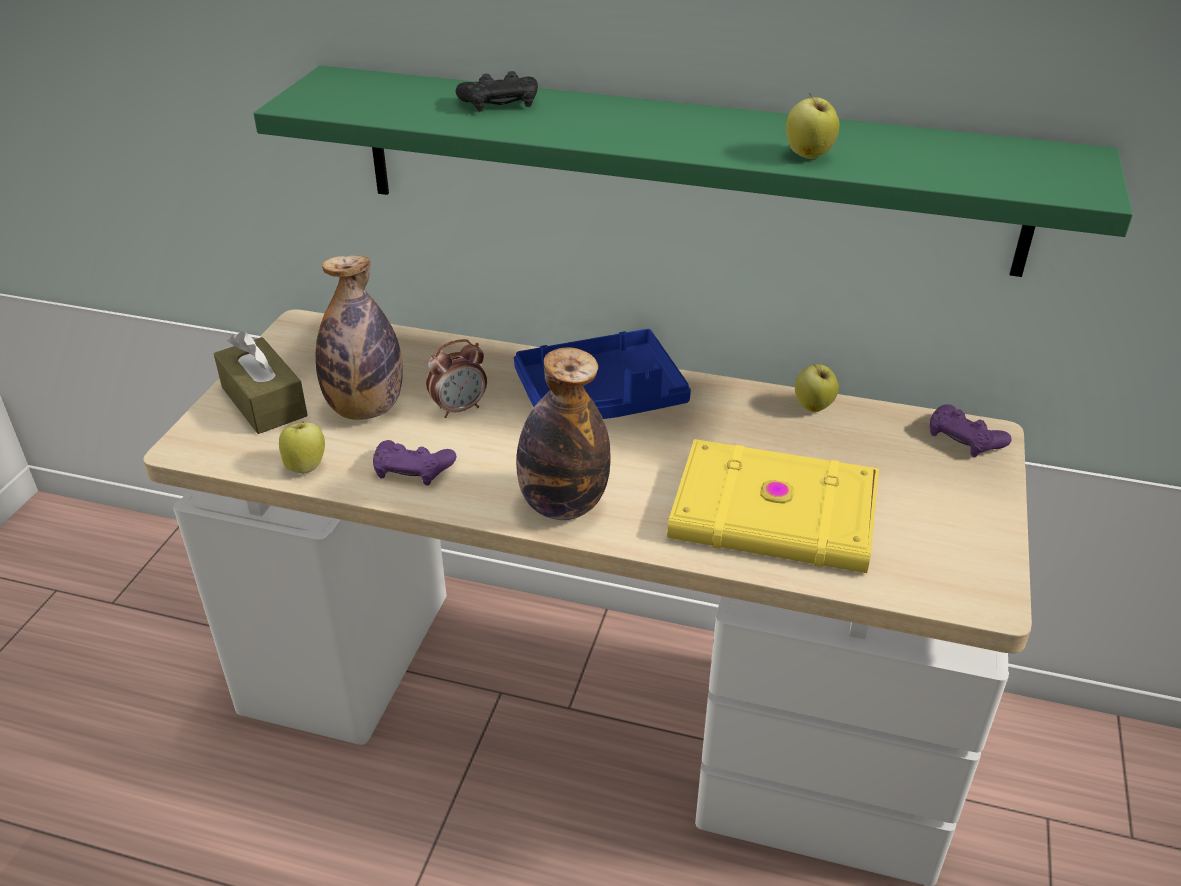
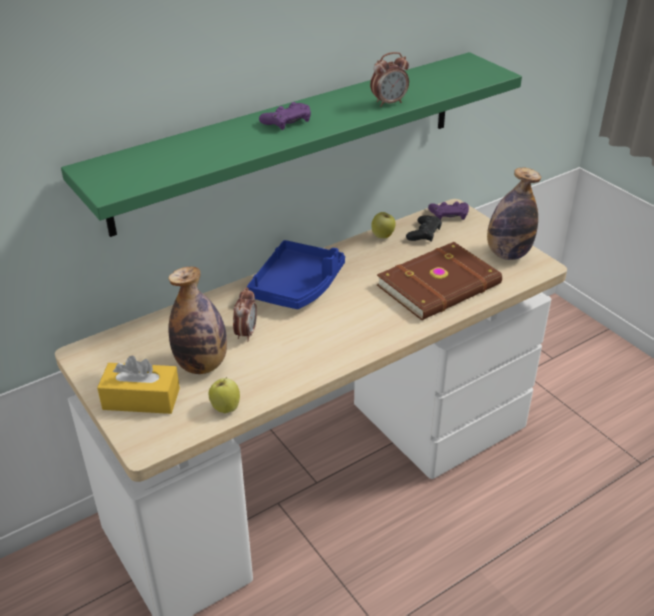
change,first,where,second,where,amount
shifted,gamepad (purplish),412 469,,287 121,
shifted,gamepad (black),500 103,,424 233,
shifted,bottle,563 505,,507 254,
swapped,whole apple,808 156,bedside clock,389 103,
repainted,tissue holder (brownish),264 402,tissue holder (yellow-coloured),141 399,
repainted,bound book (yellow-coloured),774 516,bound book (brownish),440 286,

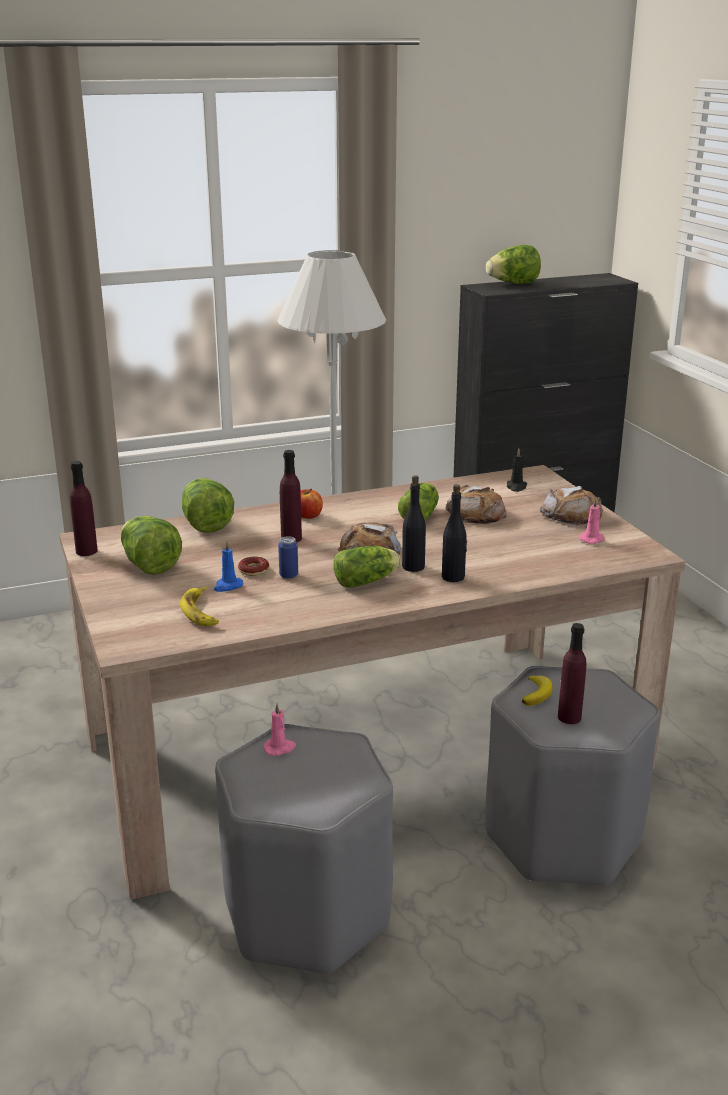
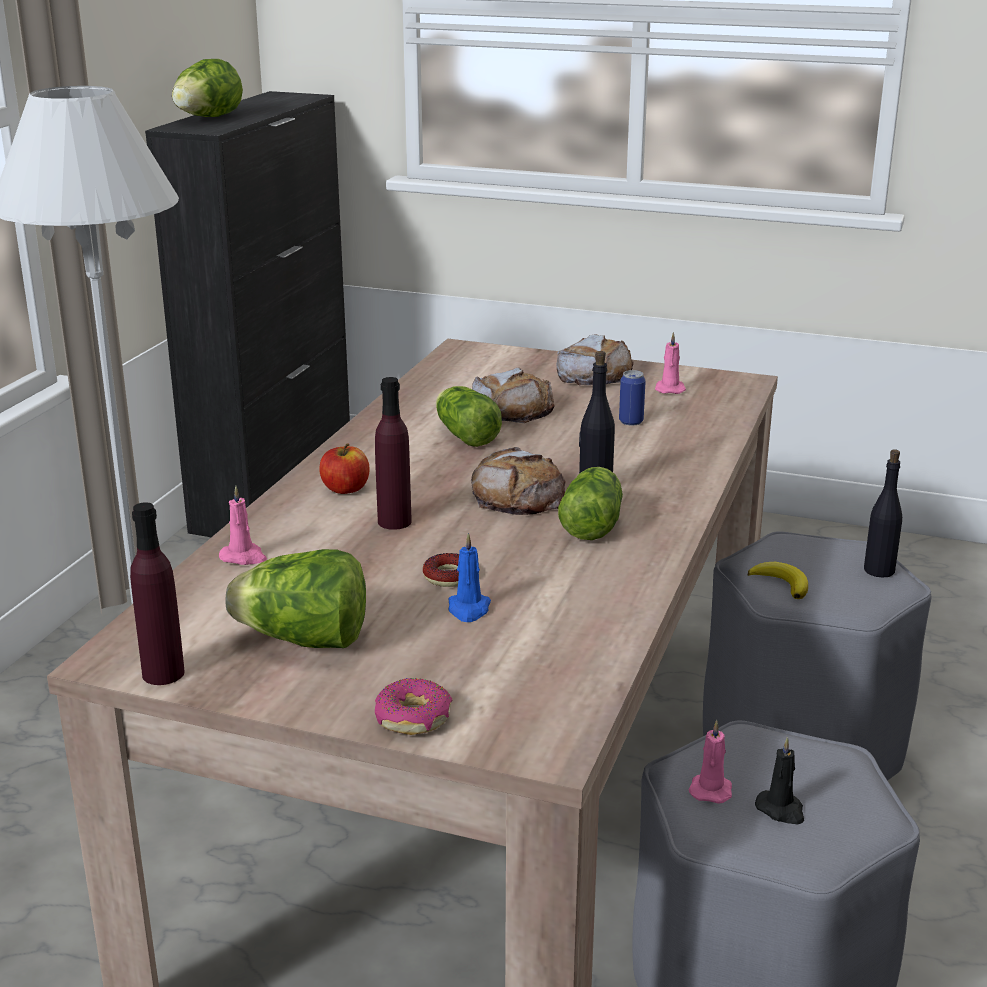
change,first,where,second,where,amount
gone,whole banana,201 612,,,
gone,bottle (purplish),569 717,,,
new,,,donut,414 718,
shifted,metal can,288 575,,631 421,
shifted,bottle (black),453 577,,879 570,
shifted,candle (black),516 487,,781 810,
swapped,lettuce head,205 524,candle (pinkish),244 557,

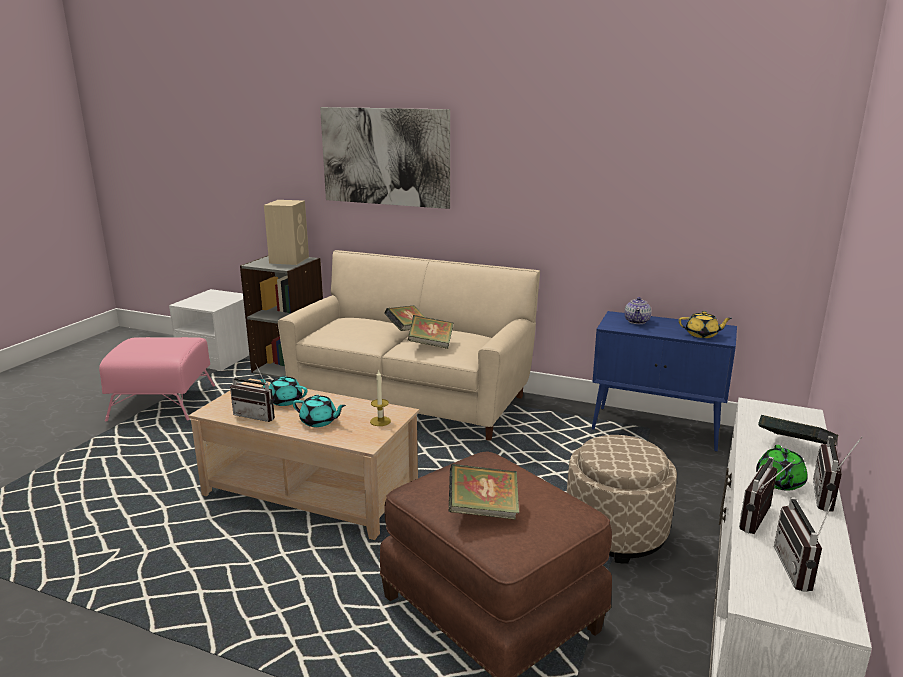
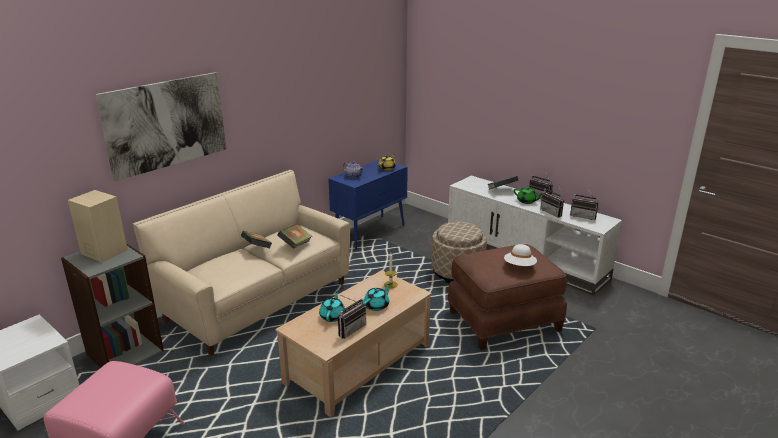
change,first,where,second,where,amount
swapped,bound book,483 511,hat (white-coloured),519 266,
rotated,teapot (turquoise),284 401,,333 316,150 degrees clockwise

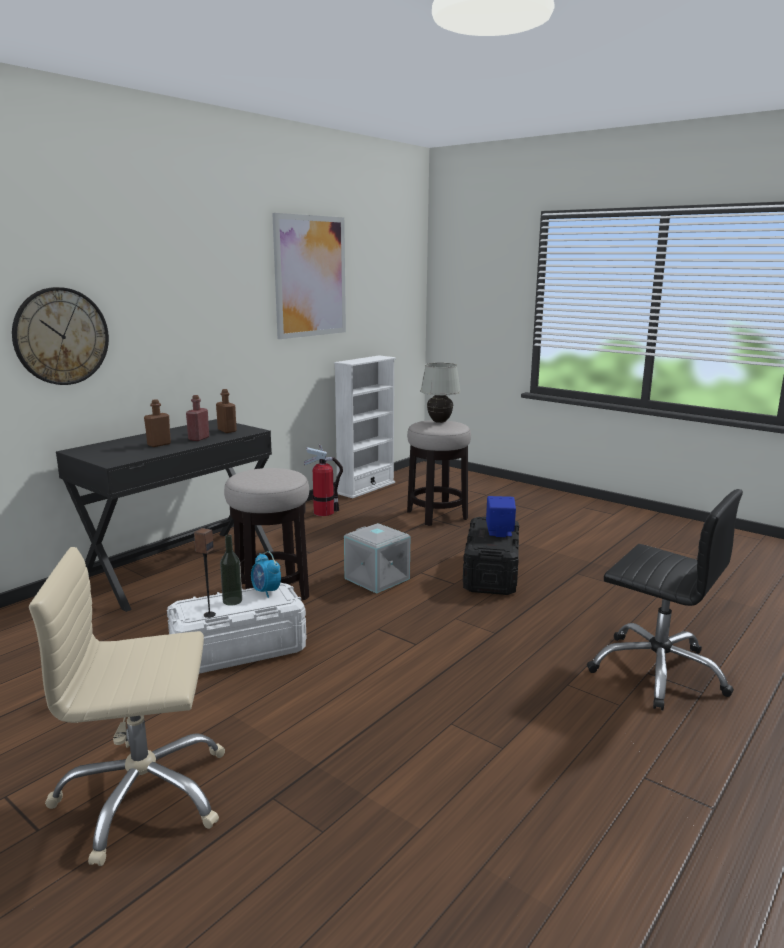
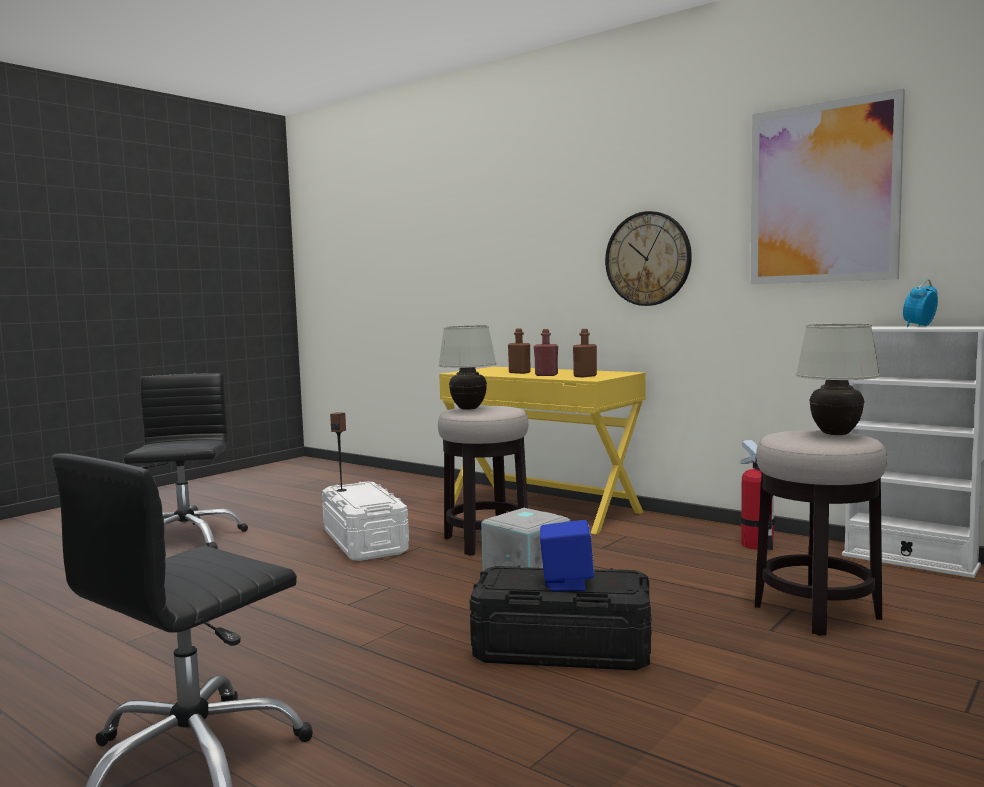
change,first,where,second,where,amount
gone,bottle,232 601,,,
new,,,lamp for a table (white-coloured),468 409,
shifted,wall clock,61 336,,648 259,
shifted,bedside clock,266 592,,919 326,
repainted,computer chair (sand-coloured),143 796,computer chair (black),185 539,
repainted,desk (black),180 567,desk (yellow-coloured),543 508,

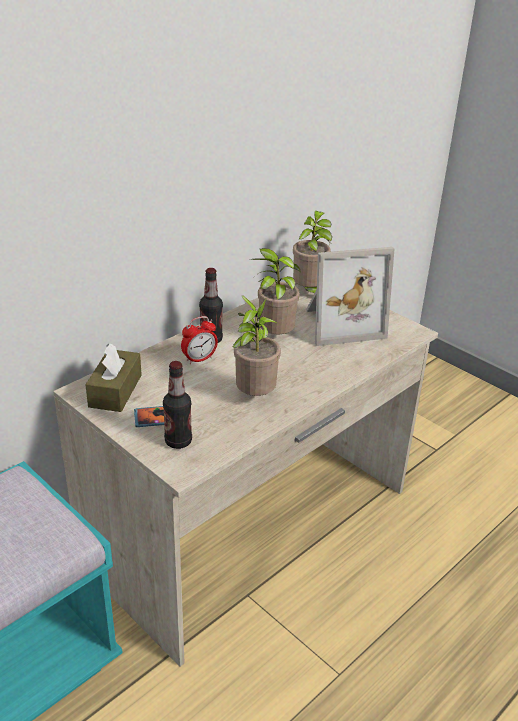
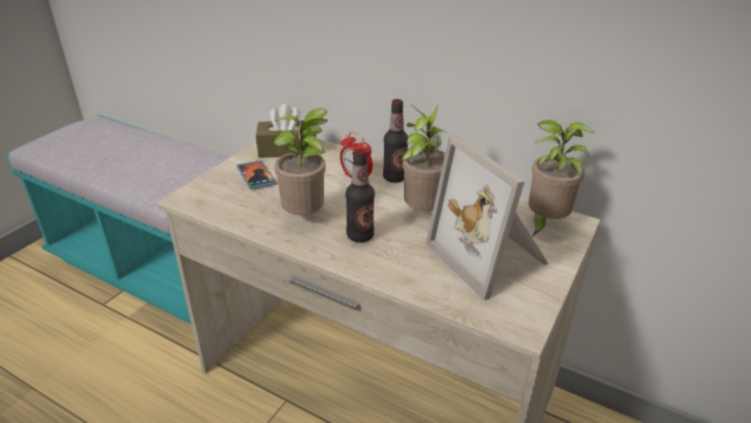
change,first,where,second,where,amount
shifted,bottle,178 441,,360 236,

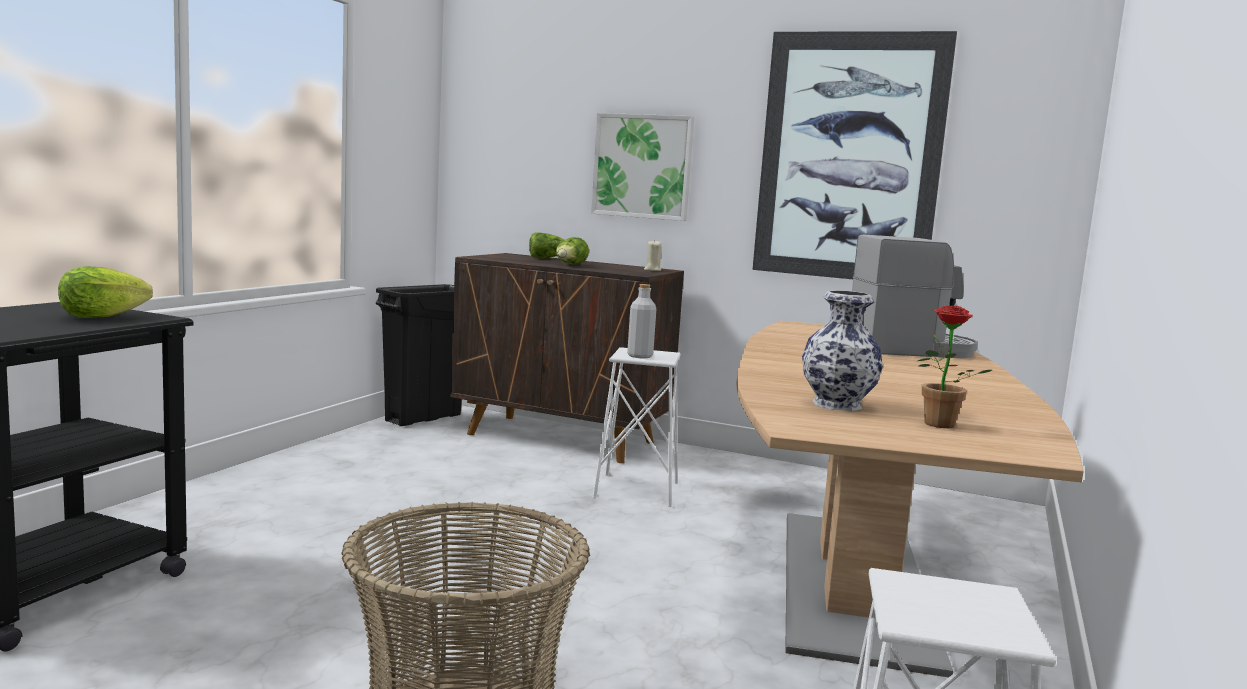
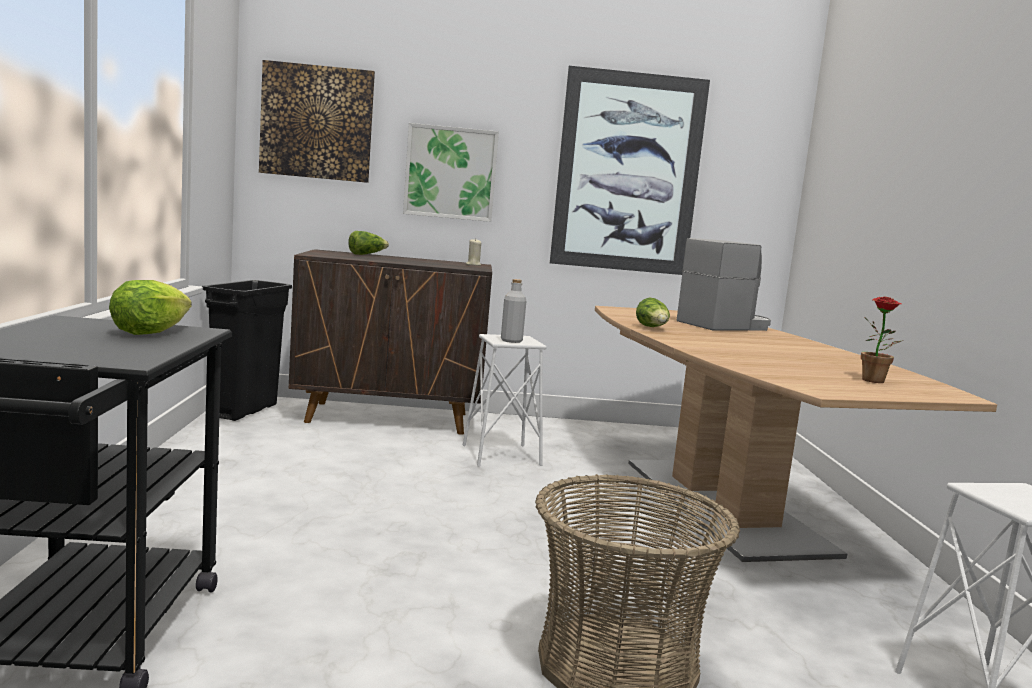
change,first,where,second,where,amount
gone,decorative vase,836 404,,,
new,,,wall picture,317 122,
shifted,lettuce head,570 265,,653 328,

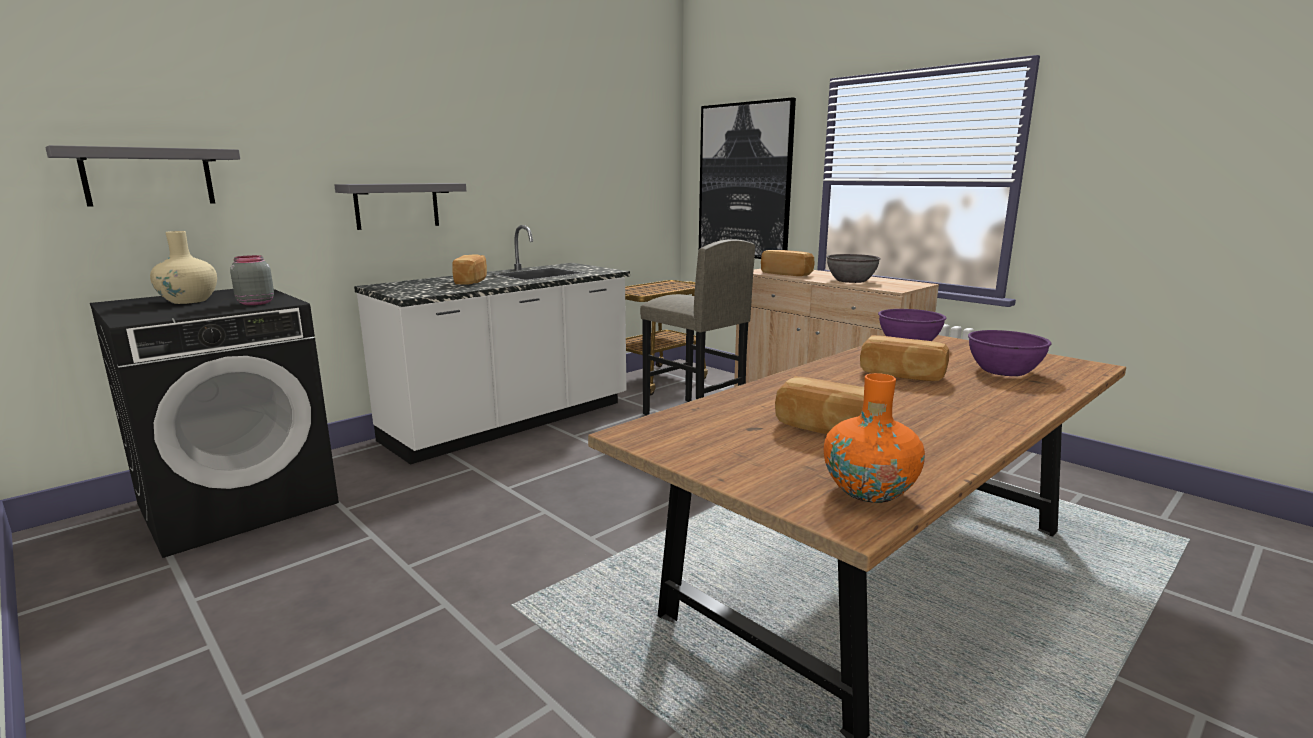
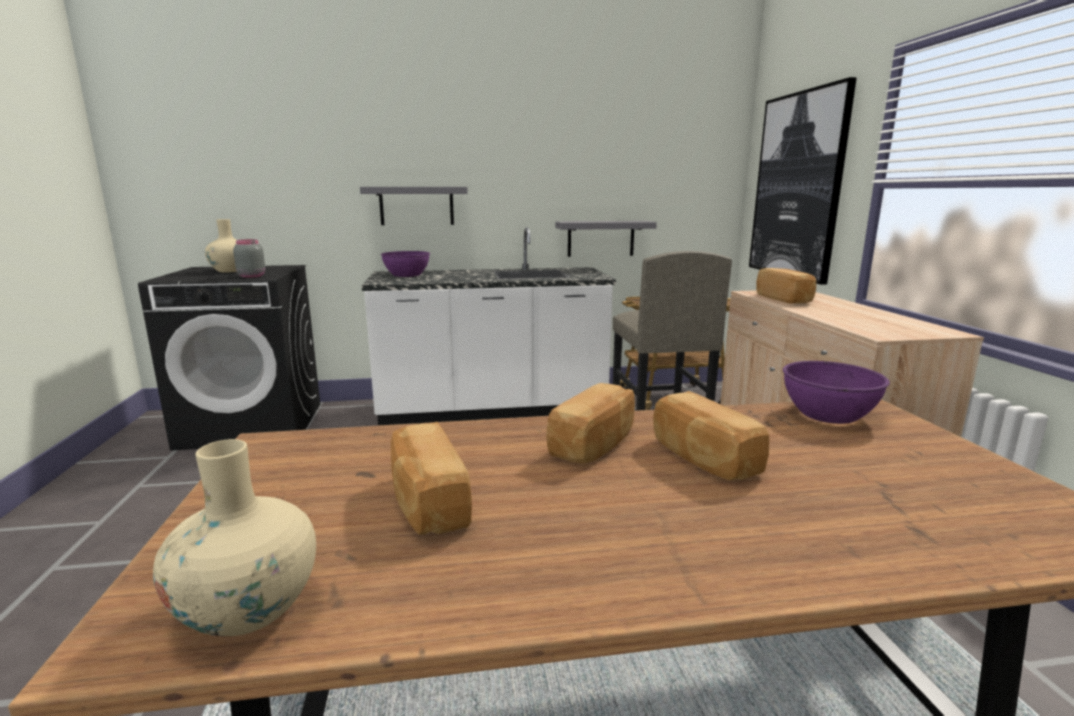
change,first,where,second,where,amount
gone,serving bowl (gray),851 280,,,
shifted,wall shelf (gray),148 177,,601 238,
shifted,baked bread,472 281,,595 444,
shifted,serving bowl (purplish),1004 371,,406 275,
repainted,decorative vase (orange-coloured),869 490,decorative vase (sand-coloured),248 608,

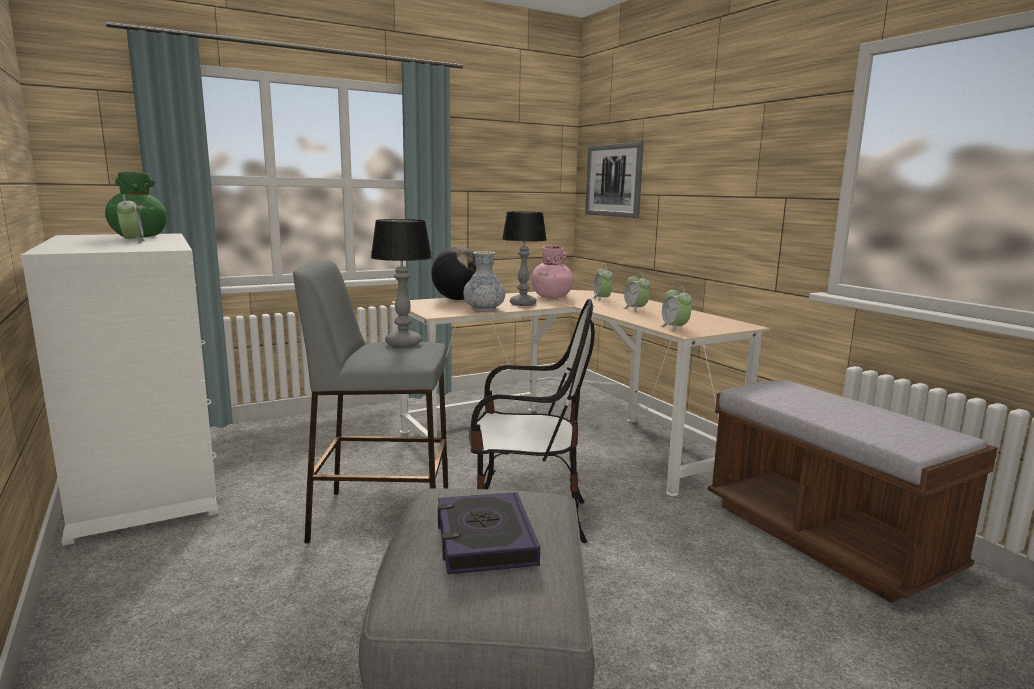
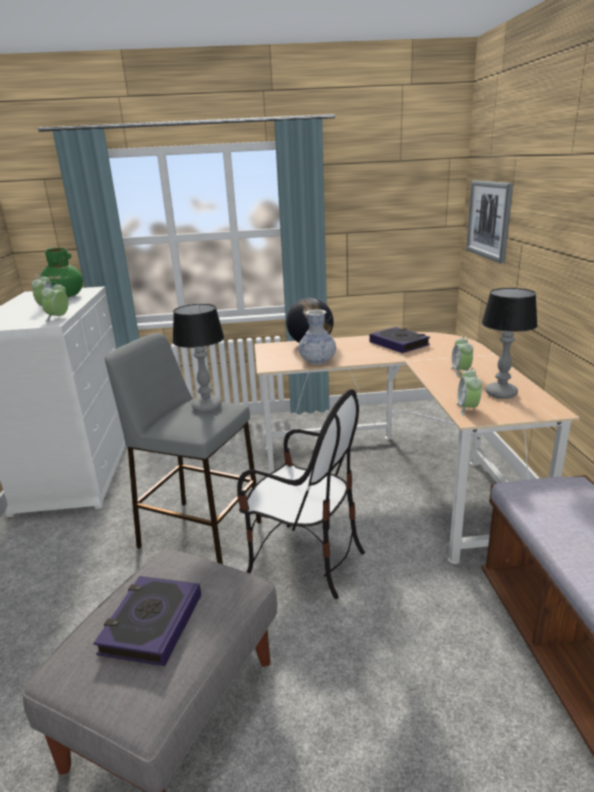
change,first,where,second,where,amount
shifted,lamp for a table,522 304,,500 393,
shifted,bedside clock,602 299,,58 318,
swapped,decorative vase (pinkish),551 297,bound book,399 344,

